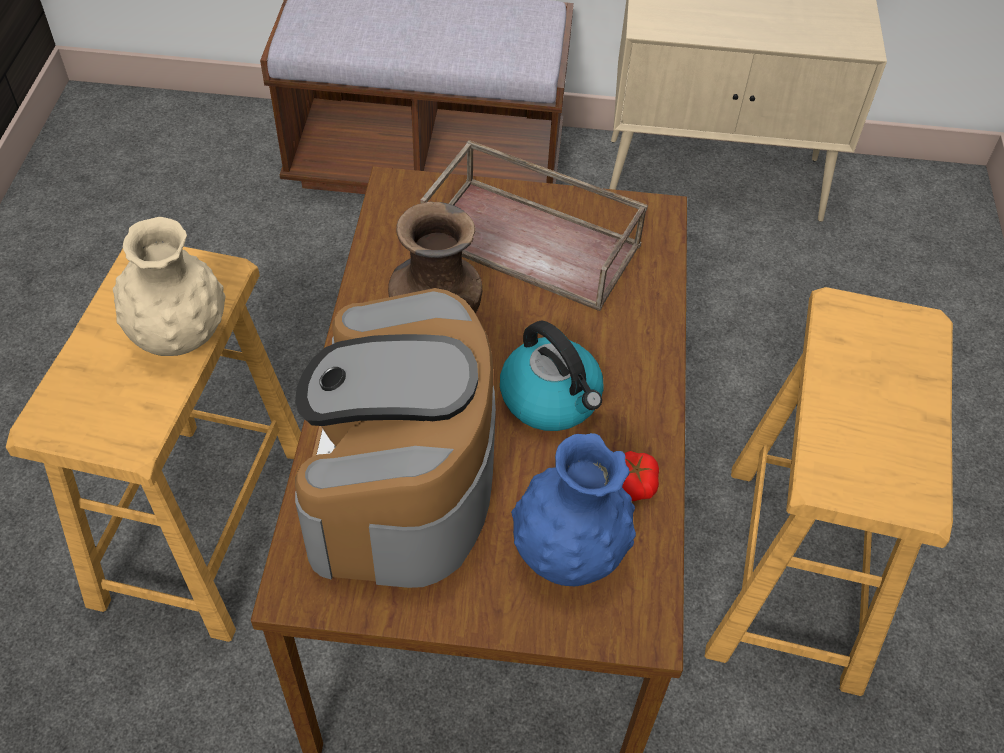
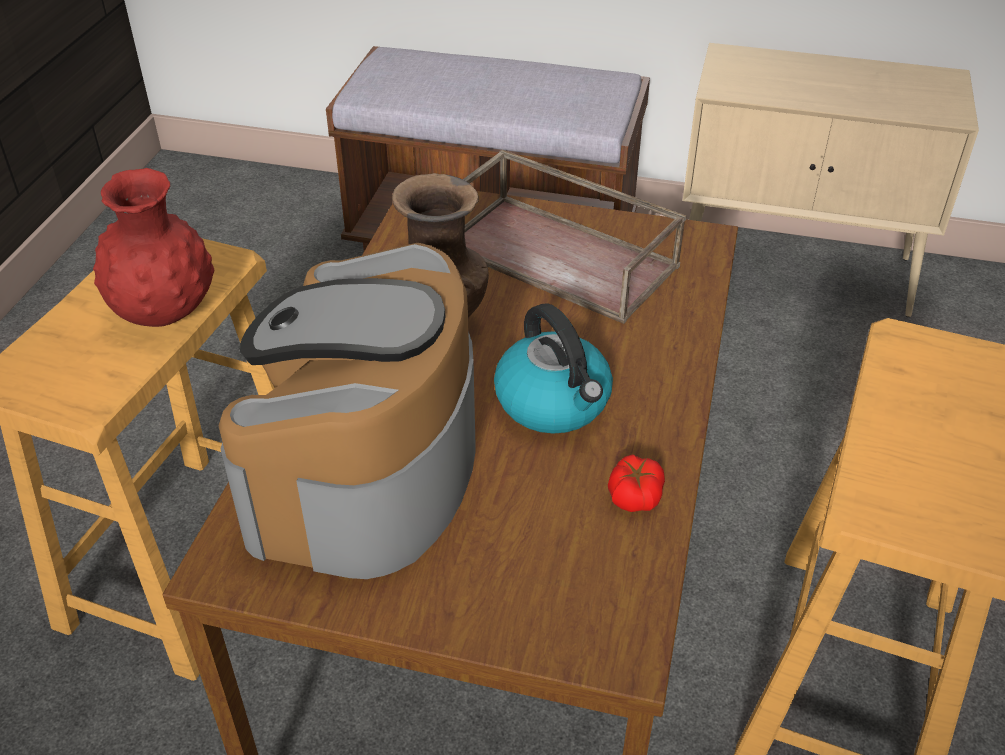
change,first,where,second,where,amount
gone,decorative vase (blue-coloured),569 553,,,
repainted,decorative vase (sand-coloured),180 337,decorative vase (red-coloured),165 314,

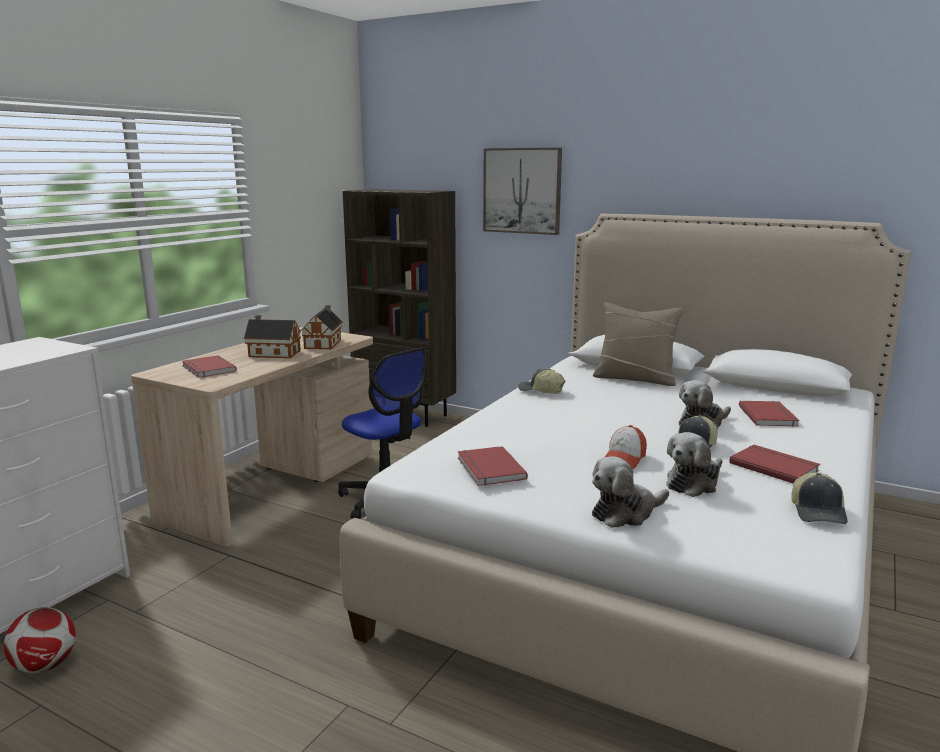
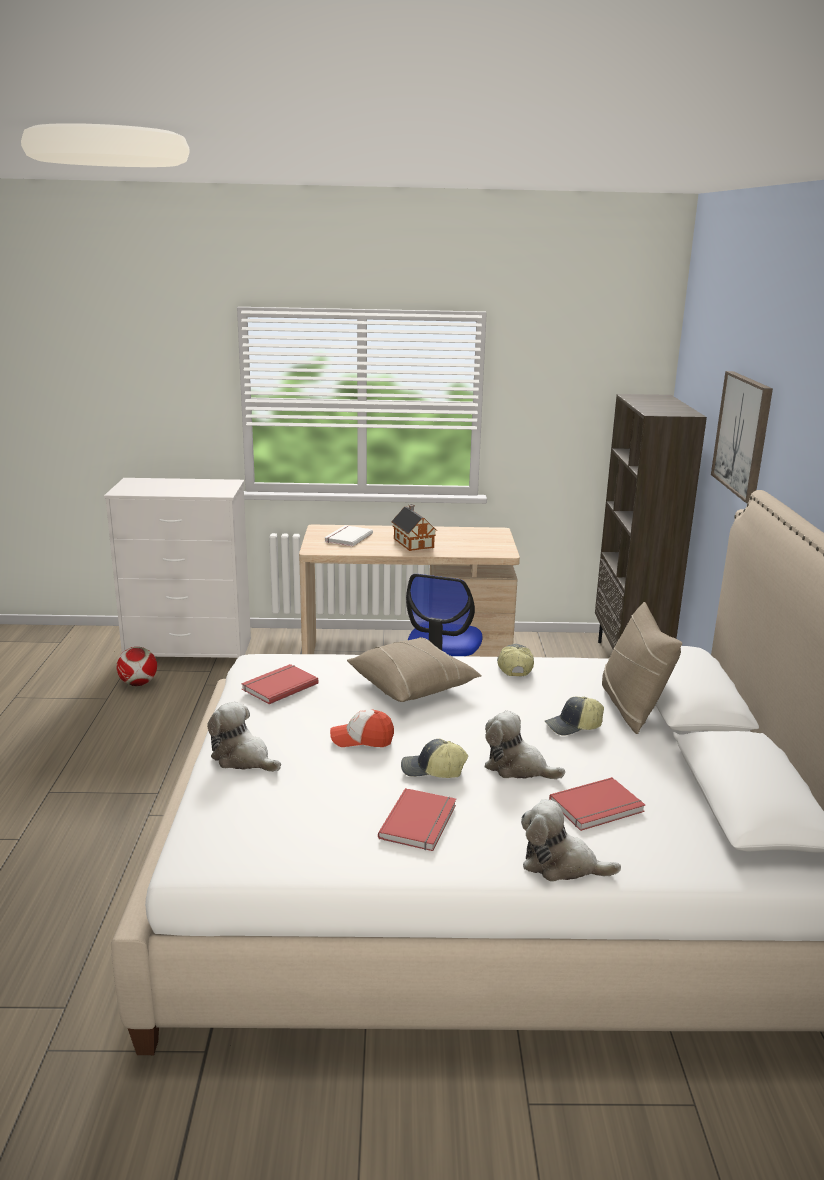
change,first,where,second,where,amount
gone,model house,324 343,,,
new,,,throw pillow (sand-coloured),413 685,
shifted,cuddly toy,694 483,,561 864,
shifted,peaked cap,818 512,,573 727,
repainted,bound book (red-coloured),207 369,bound book (white-coloured),347 537,

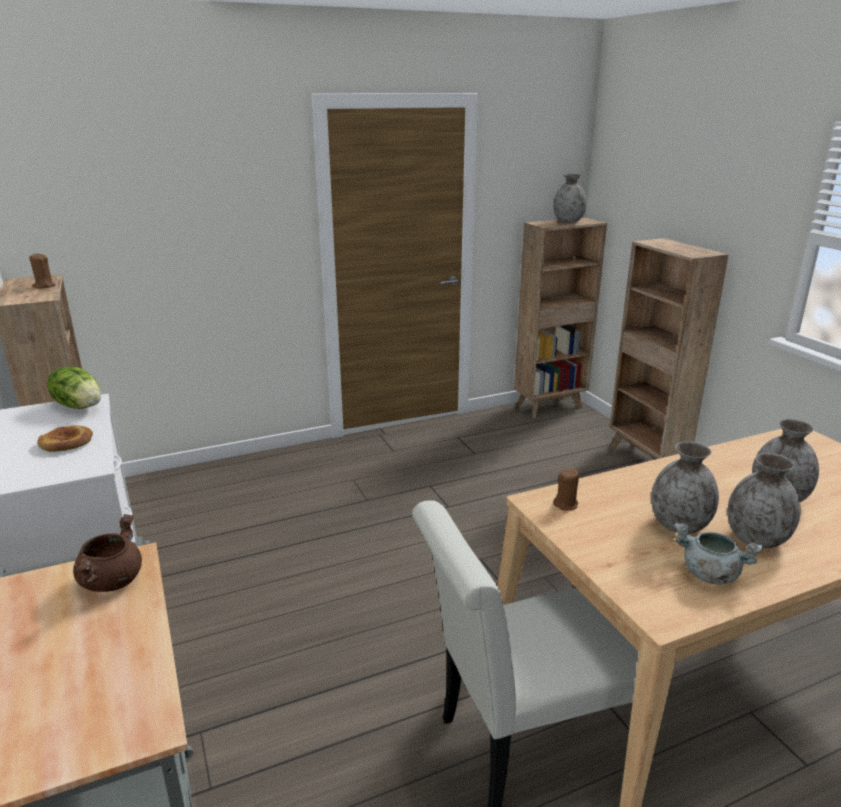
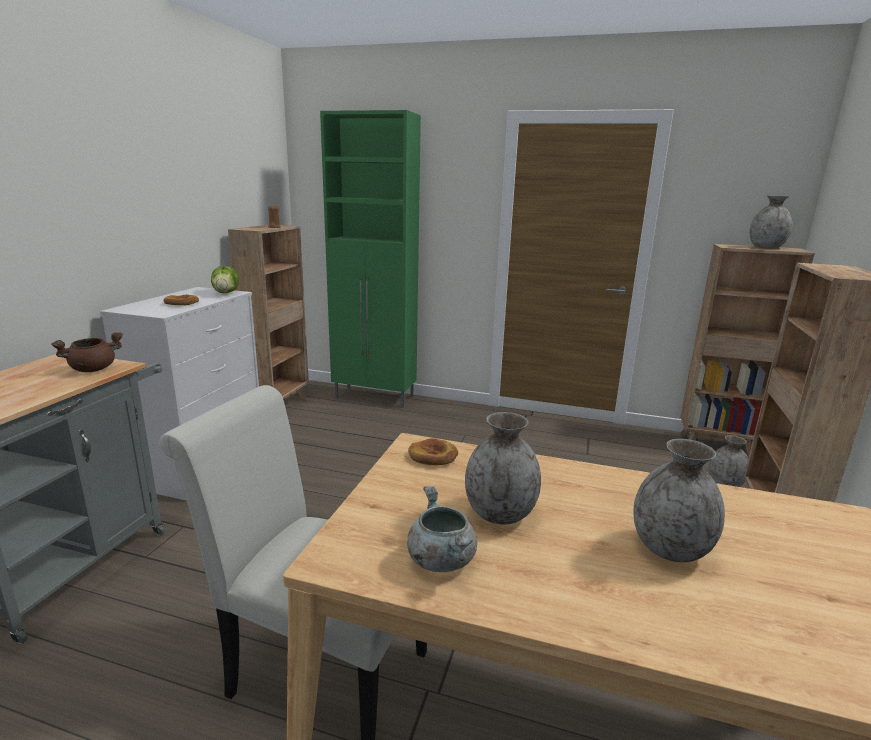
change,first,where,second,where,amount
new,,,cupboard (greenish),375 397,
shifted,decorative vase (gray),756 539,,724 484,
swapped,candle (brownish),566 504,baked bread,433 456,

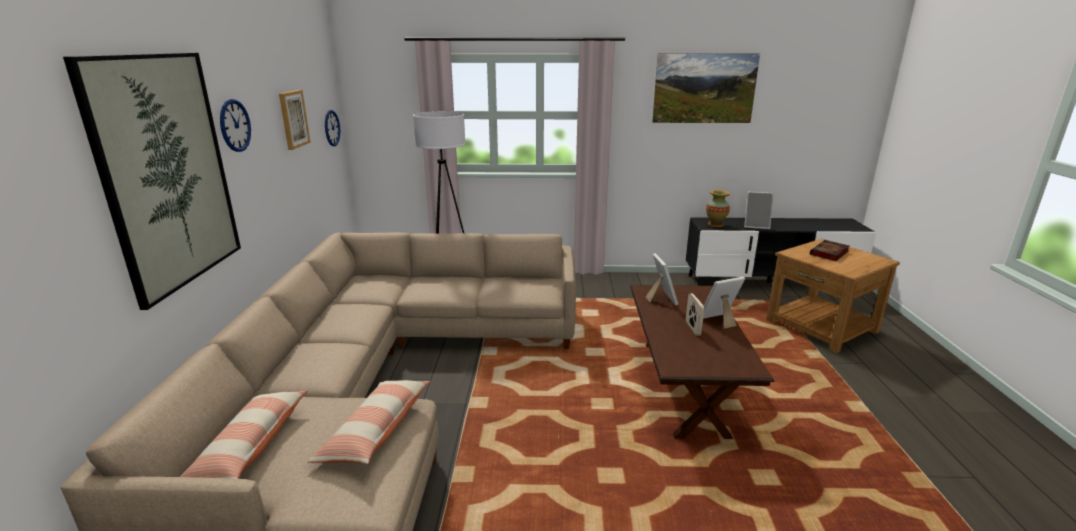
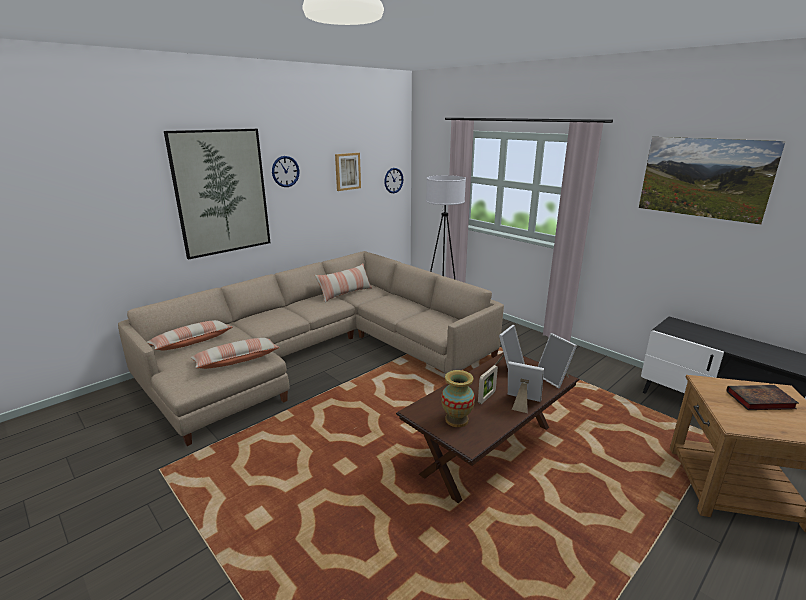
change,first,where,second,where,amount
new,,,throw pillow,345 293,
shifted,decorative vase,715 224,,457 420,
shifted,picture frame,756 226,,554 378,

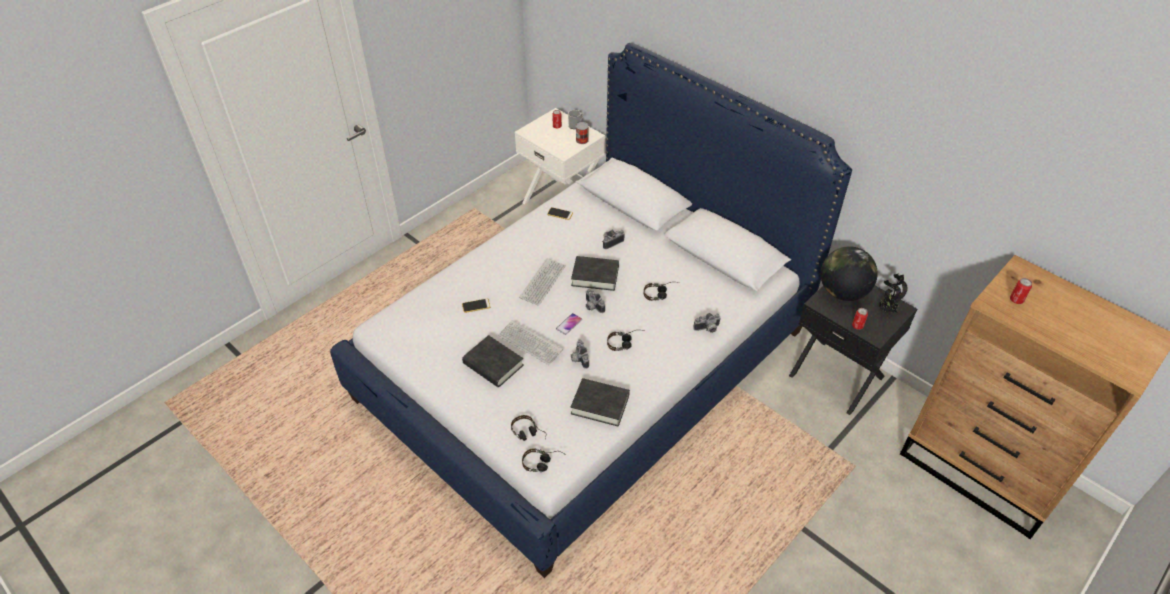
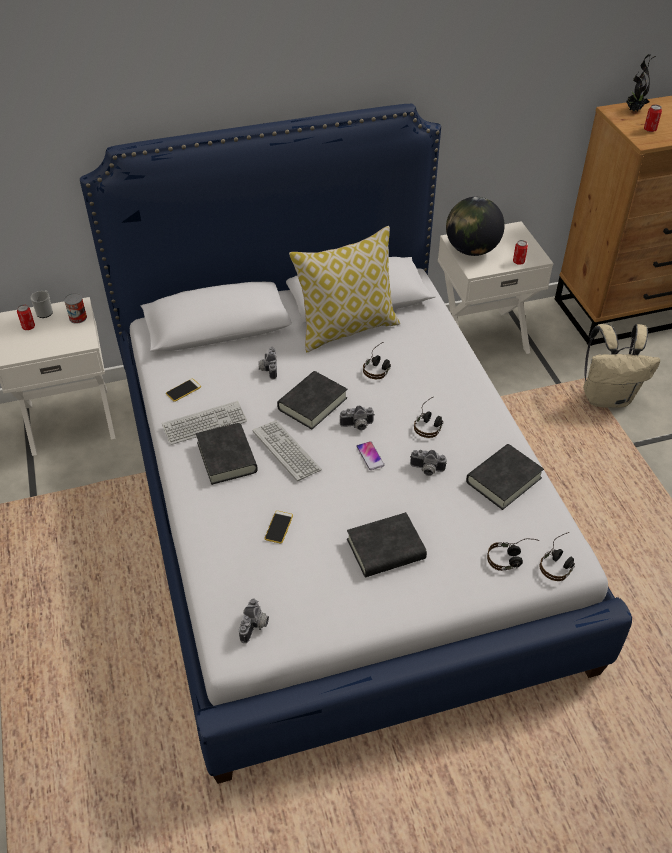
change,first,where,second,where,amount
new,,,bound book (black),227 457,
new,,,throw pillow,347 328,
new,,,backpack (sand-coloured),607 397,
shifted,computer keyboard,530 343,,204 424,
shifted,photo camera,707 329,,255 627,
shifted,houseplant,886 310,,634 110,
repainted,nightstand (black),837 375,nightstand (white-coloured),481 337,

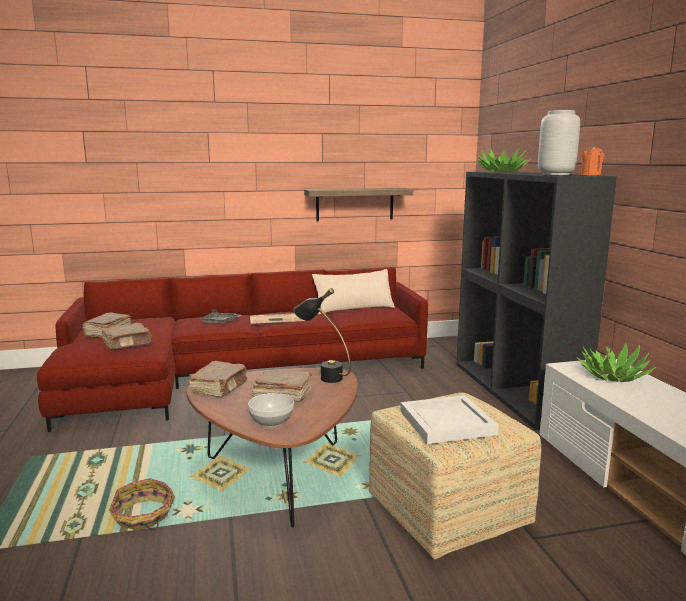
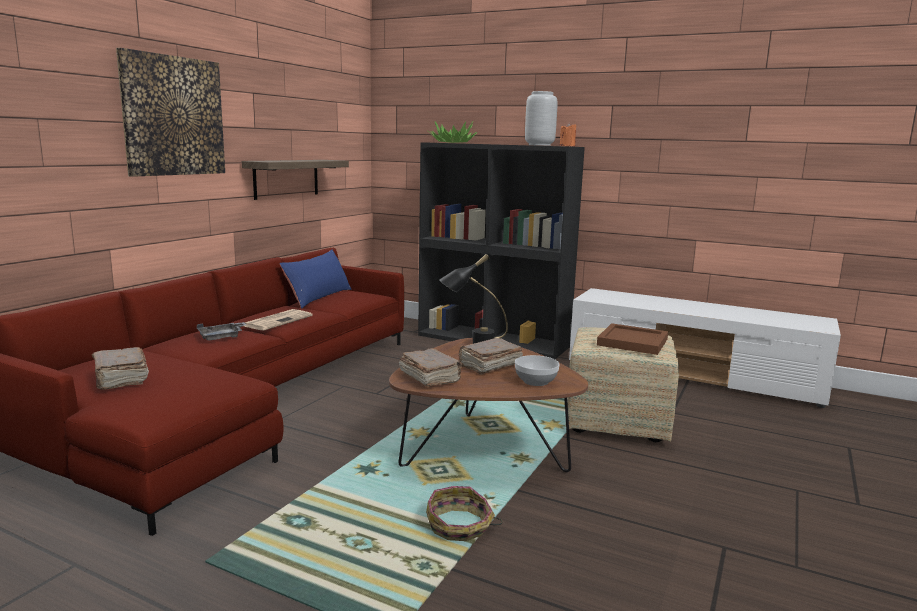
change,first,where,second,where,amount
gone,bound book (brownish),128 344,,,
gone,houseplant,612 376,,,
new,,,wall picture,173 116,
repainted,throw pillow (sand-coloured),353 308,throw pillow (blue-coloured),318 297,
repainted,carrying tray (white-coloured),448 423,carrying tray (brownish),633 342,

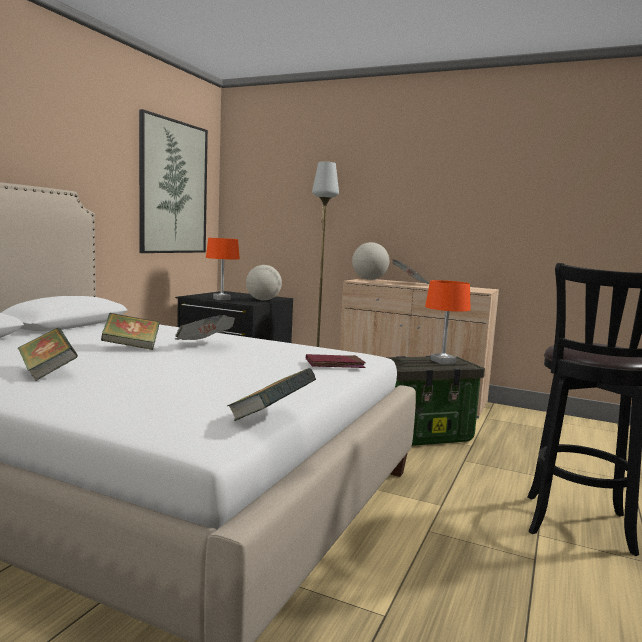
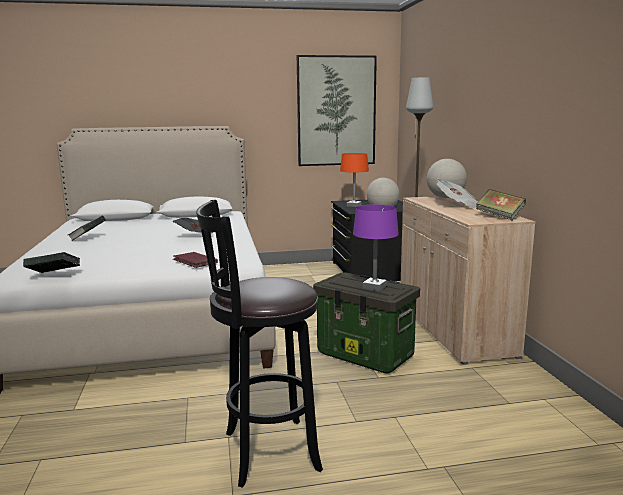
change,first,where,second,where,amount
shifted,bound book,131 347,,499 217,
repainted,lamp for a table (orange-coloured),443 361,lamp for a table (purplish),374 287,

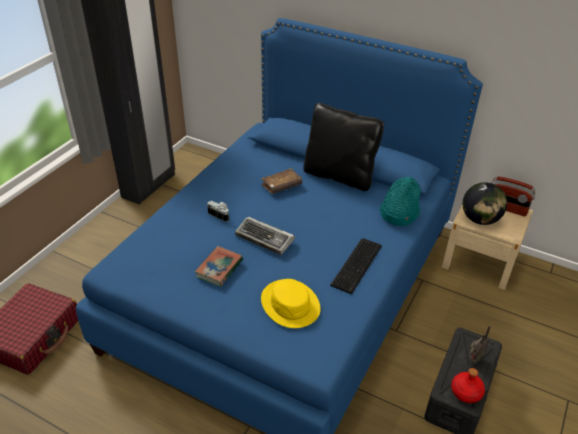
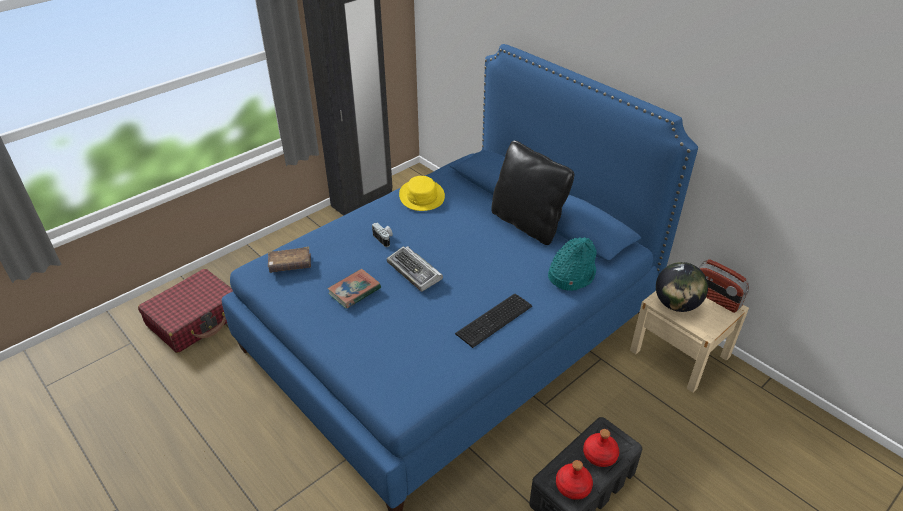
change,first,where,second,where,amount
shifted,bound book (brownish),281 186,,290 265,
shifted,hat (yellow-coloured),290 304,,422 196,
swapped,radio,473 359,bottle (red-coloured),600 455,

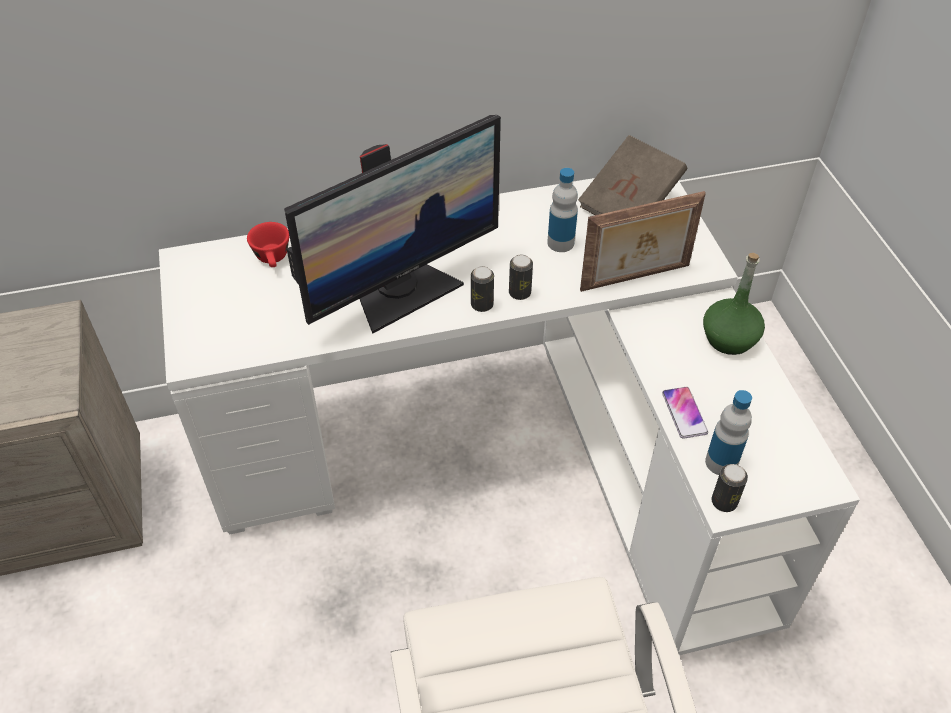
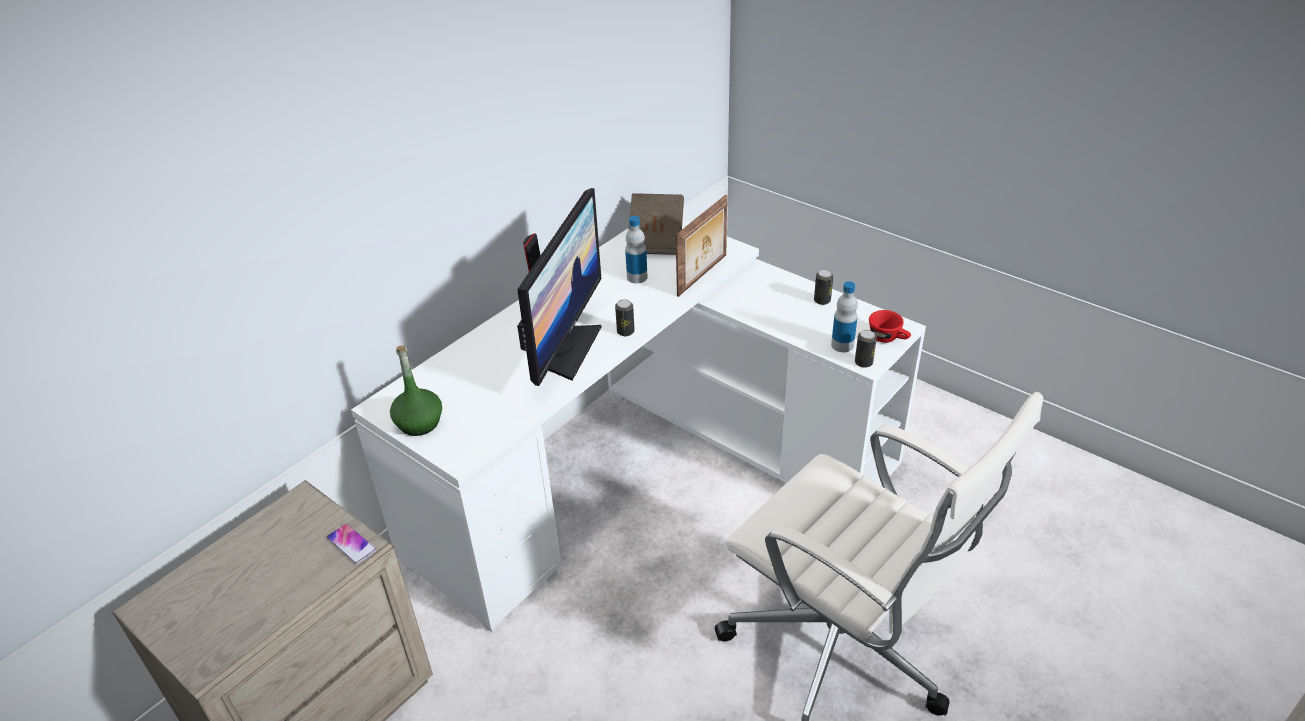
change,first,where,second,where,amount
shifted,small cup (red-coloured),273 259,,888 338,
shifted,metal can,519 293,,822 300,
shifted,phone,684 413,,351 544,
shifted,bottle (greenish),729 338,,419 423,

